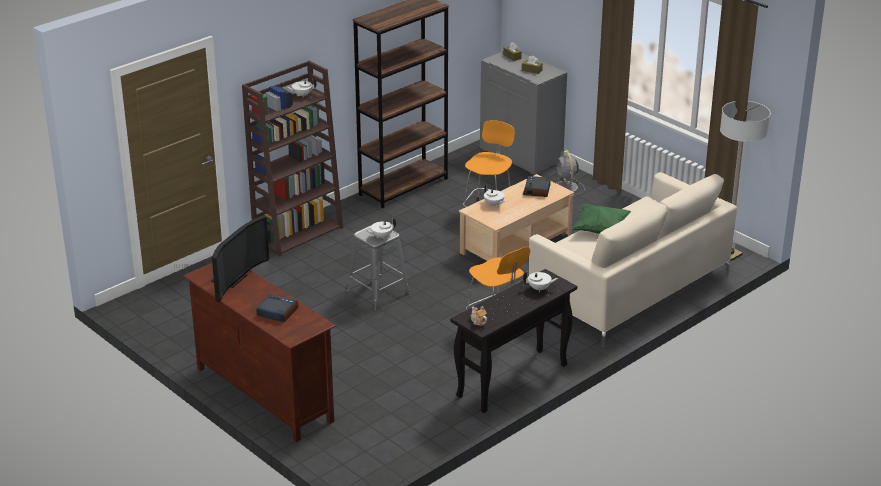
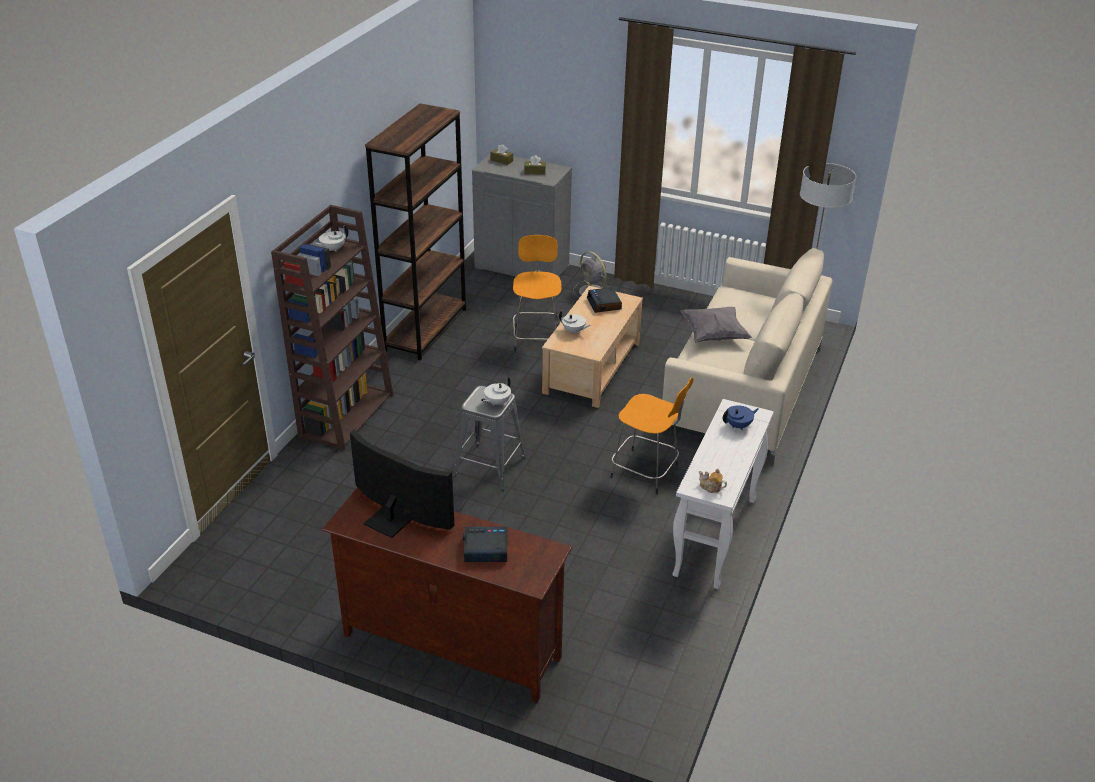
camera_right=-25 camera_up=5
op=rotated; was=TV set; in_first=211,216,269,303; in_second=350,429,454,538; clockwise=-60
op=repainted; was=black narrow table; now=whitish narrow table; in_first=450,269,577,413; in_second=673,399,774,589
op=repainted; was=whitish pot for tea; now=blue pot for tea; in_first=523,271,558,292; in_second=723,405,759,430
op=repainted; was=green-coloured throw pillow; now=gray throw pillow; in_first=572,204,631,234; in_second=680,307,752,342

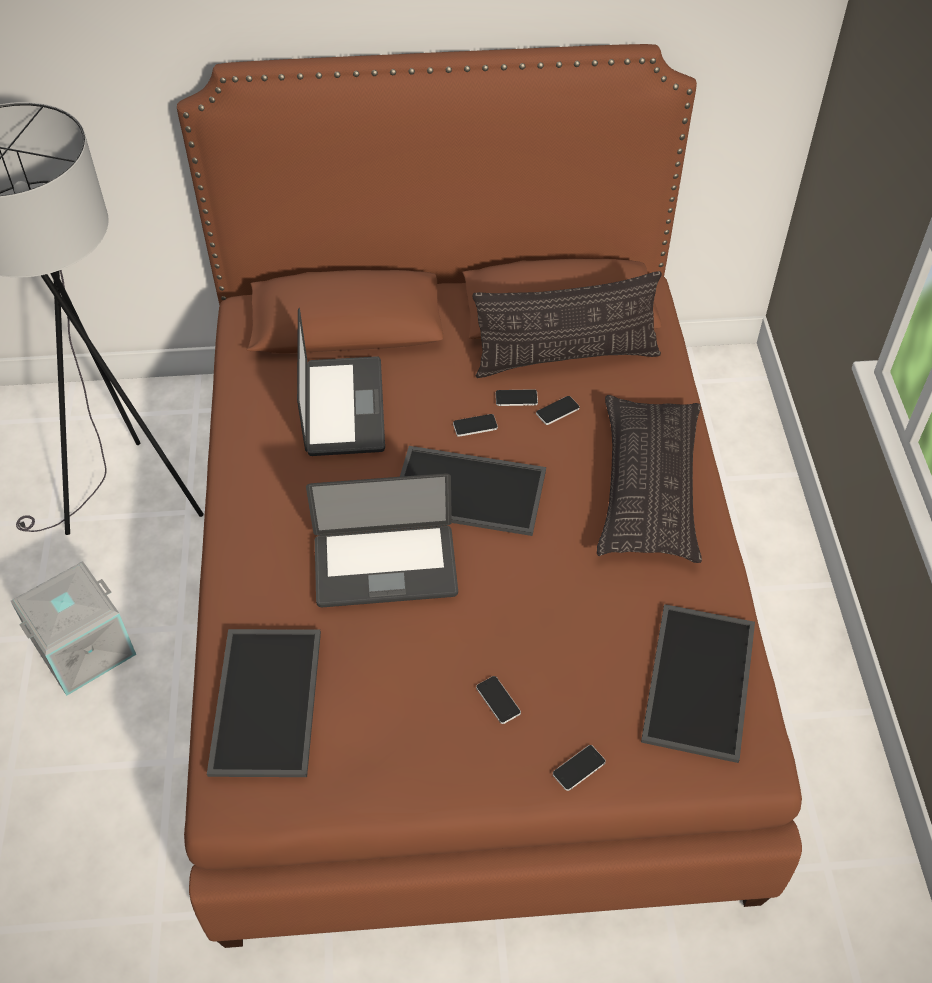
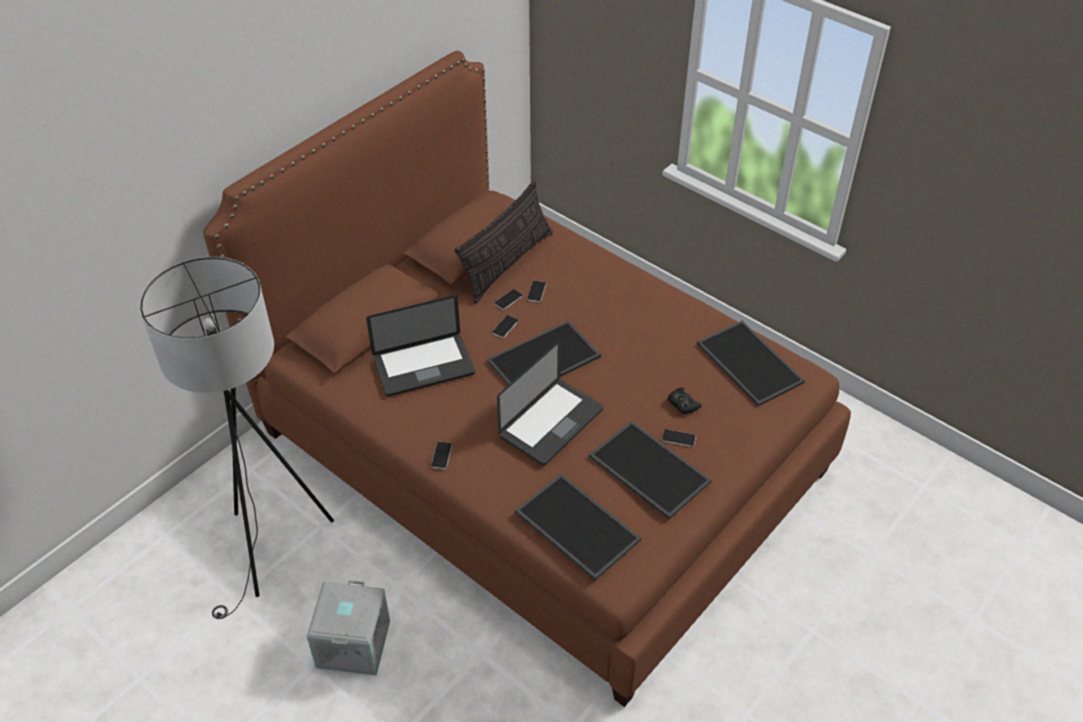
camera_right=-45 camera_up=-5
op=rotated; was=notebook computer; in_first=297,308,385,456; in_second=366,295,475,396; clockwise=120
op=shifted; was=handset; in_first=553,745,606,791; in_second=431,441,452,469
op=gone; was=throw pillow; in_first=597,395,702,563
op=new; now=carrying tray; in_second=589,421,711,519
op=new; now=black gamepad; in_second=668,388,701,414

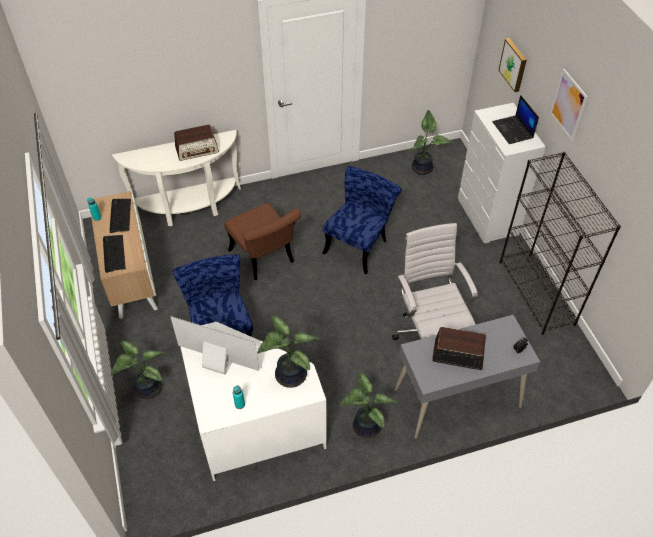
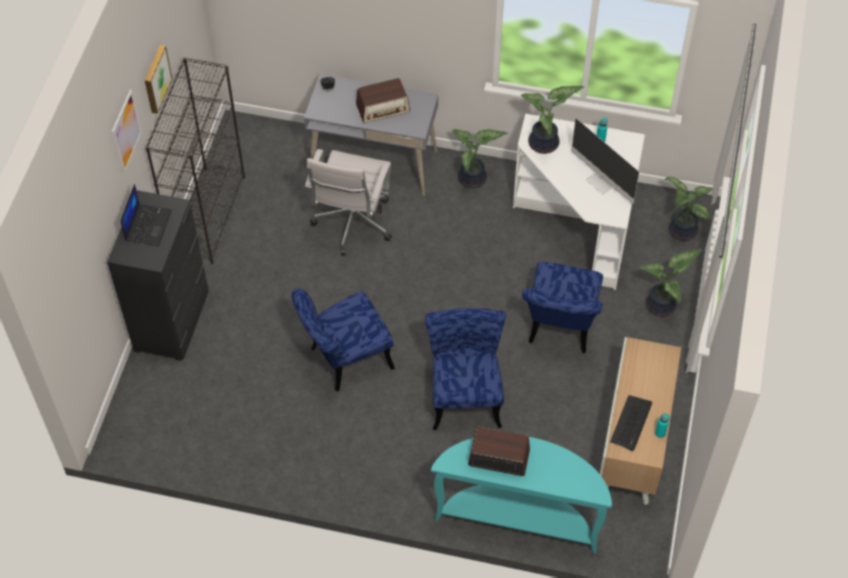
camera_right=-150 camera_up=5
op=gone; was=PC keyboard; in_first=103,235,126,273
op=repainted; was=whitish narrow table; now=turquoise narrow table; in_first=112,130,241,226; in_second=431,437,612,554
op=repainted; was=brown chair; now=blue chair; in_first=224,203,301,280; in_second=425,308,506,430
op=shifted; was=houseplant; in_first=408,110,451,175; in_second=665,177,713,241
op=rotated; was=radio; in_first=432,327,486,370; in_second=356,78,410,123; clockwise=-60
op=repainted; was=whitish dresser; now=black dresser; in_first=458,103,546,244; in_second=107,190,209,361
op=shifted; was=wall picture; in_first=498,38,527,92; in_second=145,45,173,114

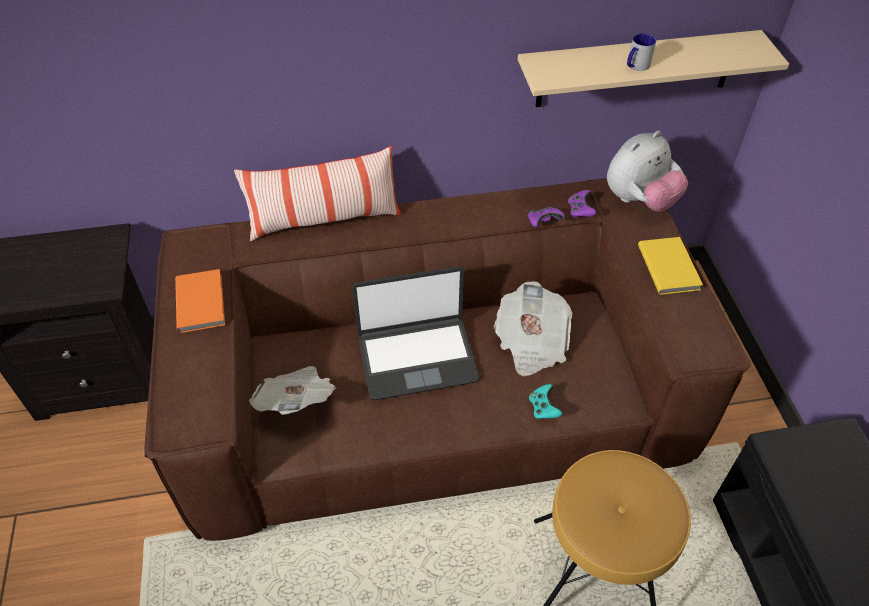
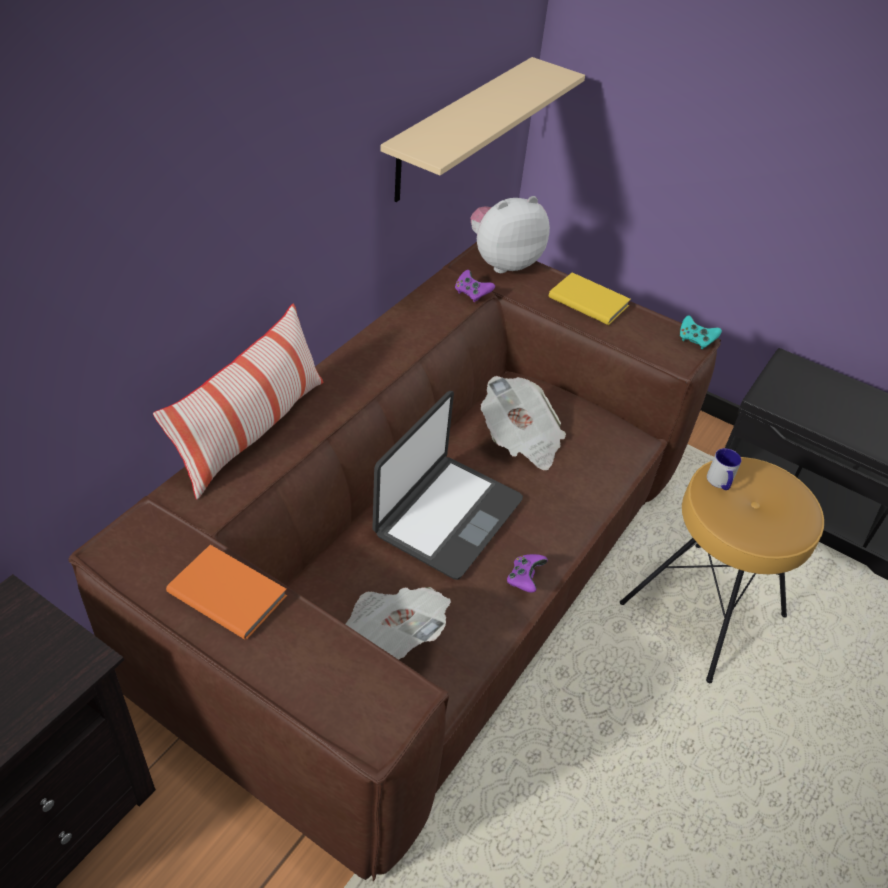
camera_right=-50 camera_up=-5
op=shifted; was=purple gamepad; in_first=528,207,565,227; in_second=507,554,548,593
op=shifted; was=turquoise gamepad; in_first=529,384,562,419; in_second=680,315,722,349
op=rotated; was=cuddly toy; in_first=607,130,688,212; in_second=471,196,550,273; clockwise=-120
op=shifted; was=tea mug; in_first=627,33,656,71; in_second=707,448,741,490

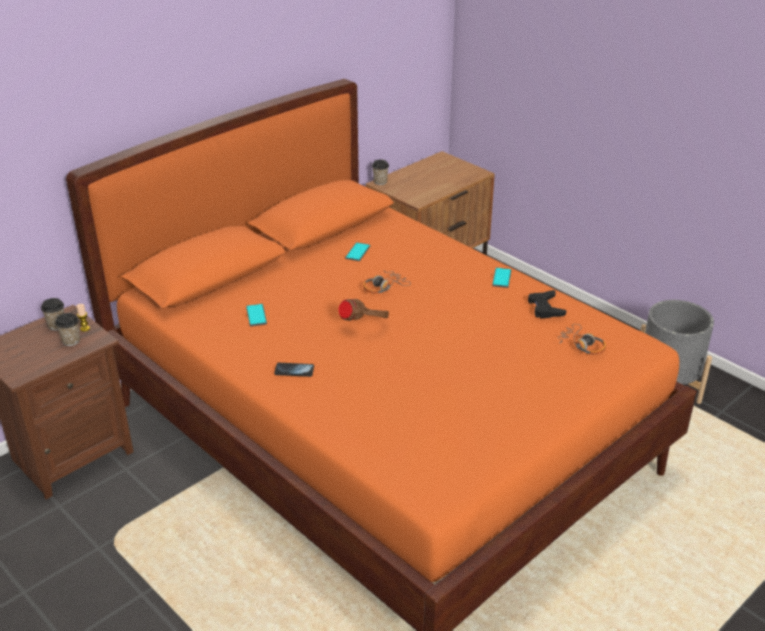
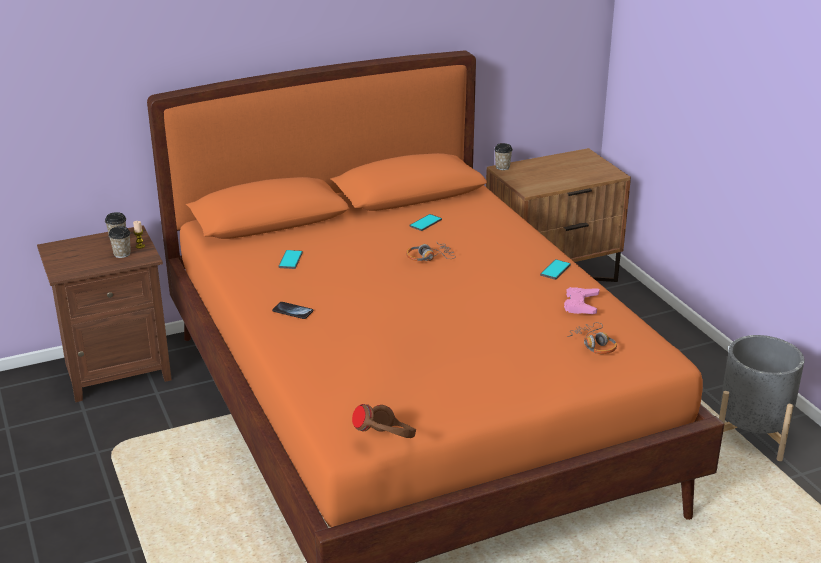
camera_right=20 camera_up=-5
op=shifted; was=brown pair of headphones; in_first=339,299,389,321; in_second=352,404,416,438
op=repainted; was=black gamepad; now=pink gamepad; in_first=528,290,566,318; in_second=564,287,600,314

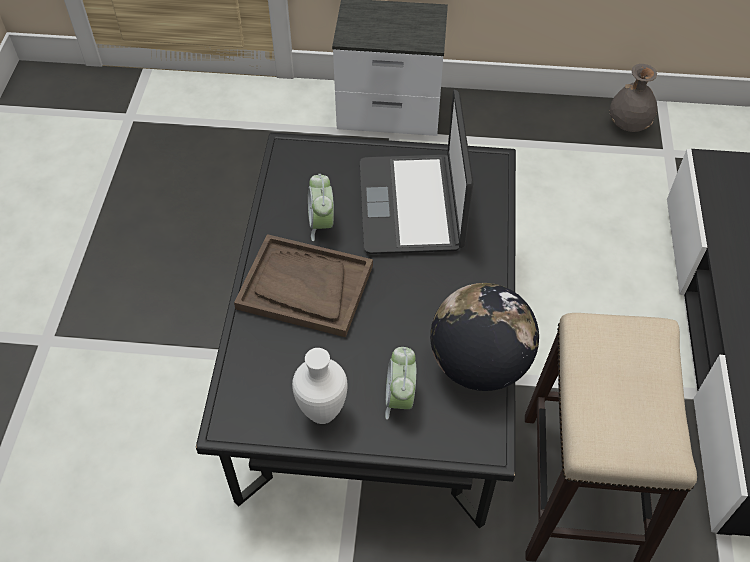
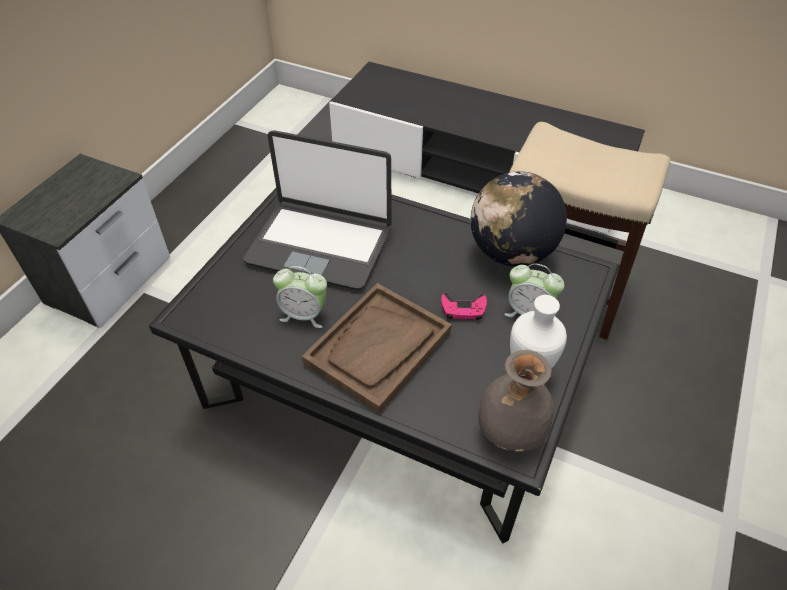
camera_right=-70 camera_up=-5
op=shifted; was=gray decorative vase; in_first=610,64,657,132; in_second=478,350,554,452
op=new; now=pink gamepad; in_second=441,293,487,320

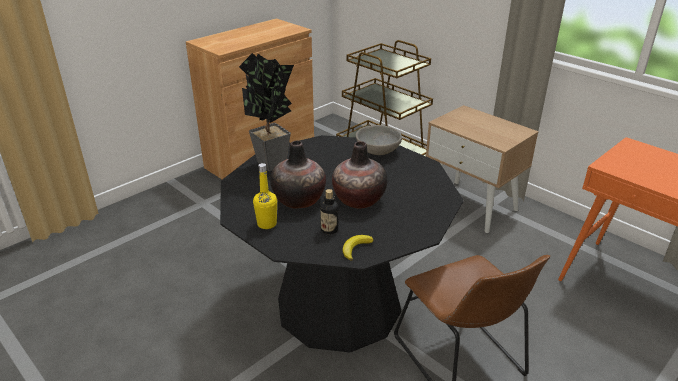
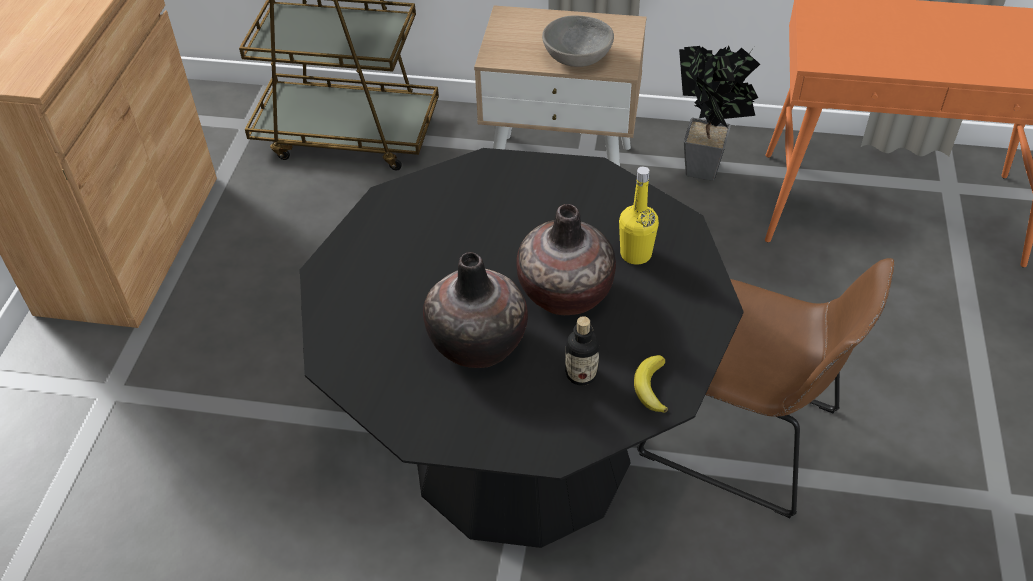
camera_right=-35 camera_up=15
op=shifted; was=houseplant; in_first=239,53,294,171; in_second=679,46,760,181
op=shifted; was=yellow-coloured drink bottle; in_first=253,163,277,229; in_second=619,167,659,265
op=shifted; was=gray serving bowl; in_first=356,125,402,155; in_second=542,15,614,67

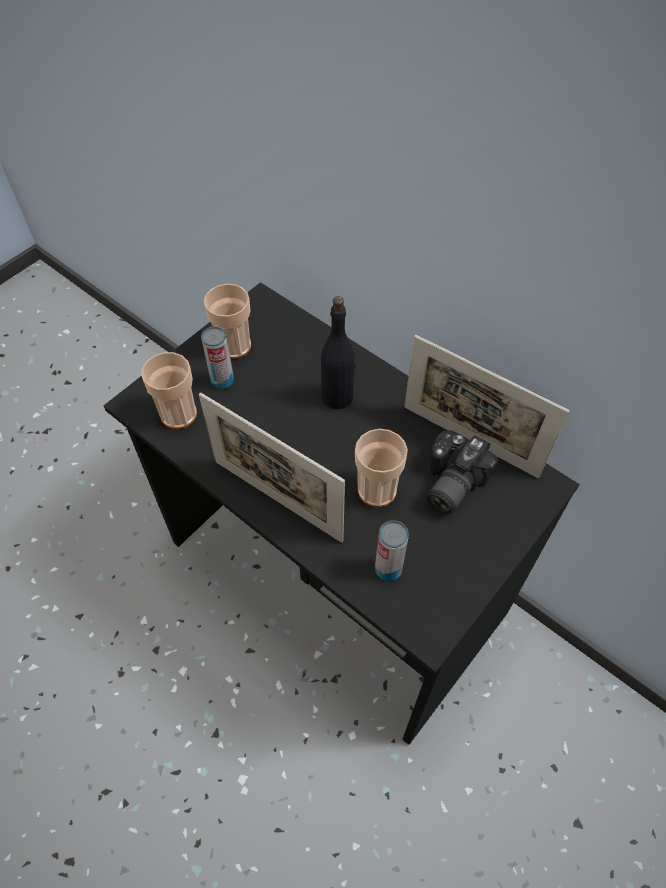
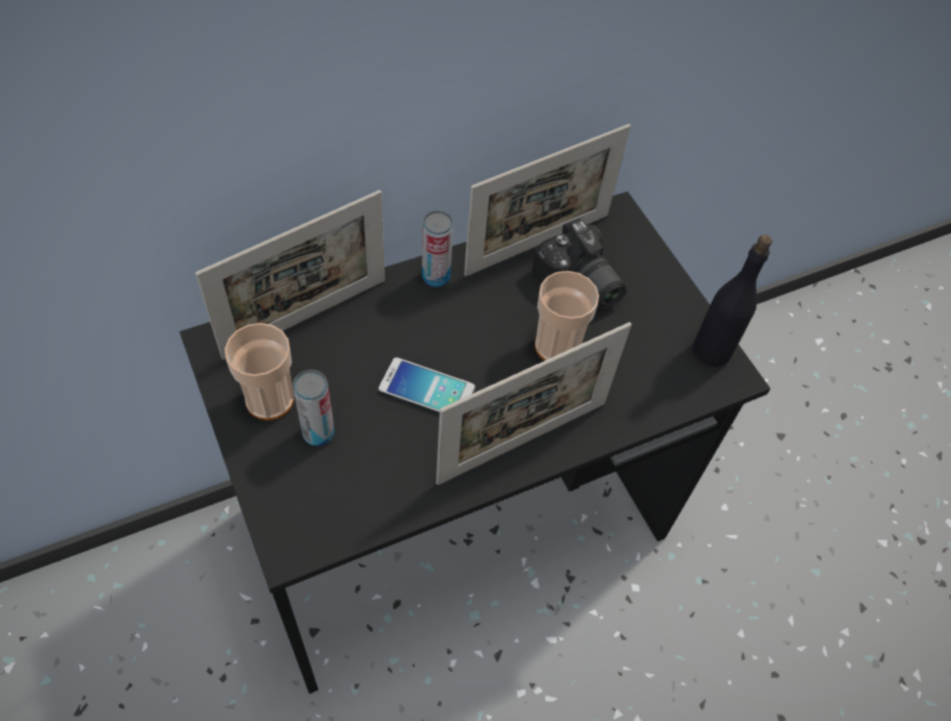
camera_right=-70 camera_up=0
op=gone; was=drinking cup; in_first=141,352,197,429
op=shifted; was=black drink bottle; in_first=321,296,356,409; in_second=693,235,772,367
op=shifted; was=can; in_first=375,520,409,581; in_second=422,210,453,287
op=new; now=photo frame; in_second=195,190,385,360
op=new; now=handset; in_second=378,357,475,414

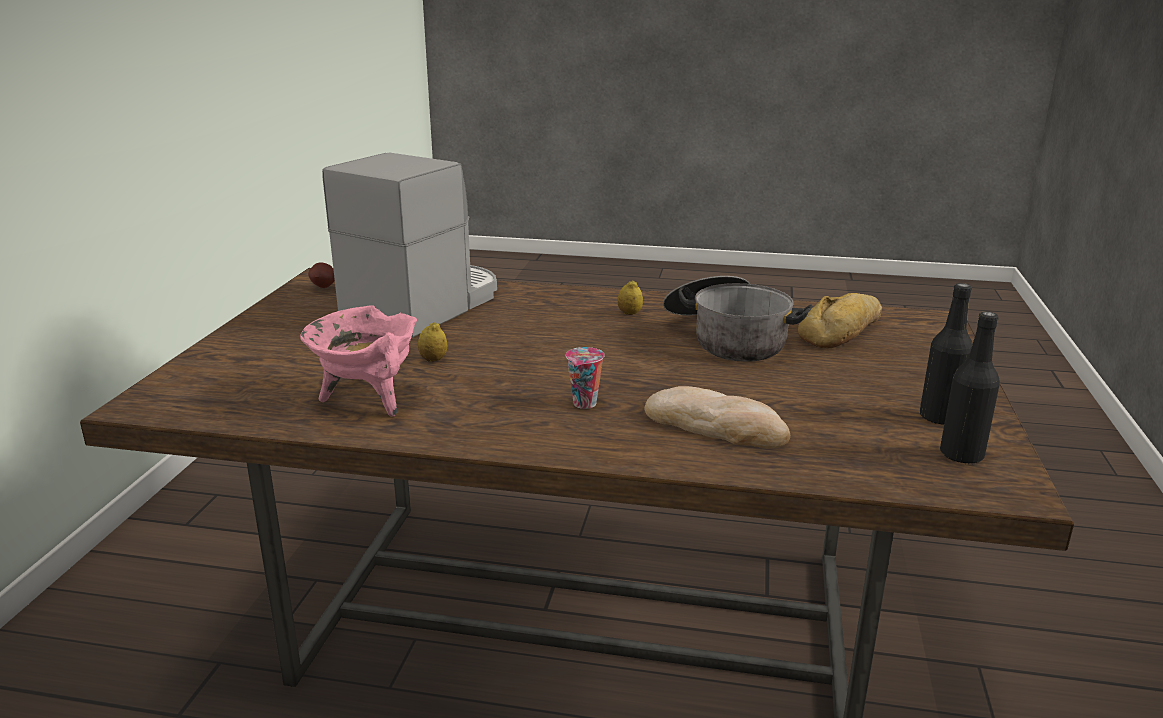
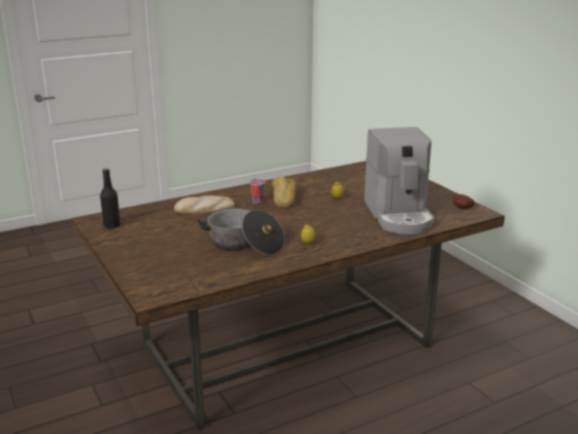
camera_right=140 camera_up=0
op=gone; was=pink stockpot; in_first=300,305,417,417
op=shifted; was=baked bread; in_first=798,293,882,349; in_second=272,176,297,208
op=gone; was=black drink bottle; in_first=920,283,973,424

